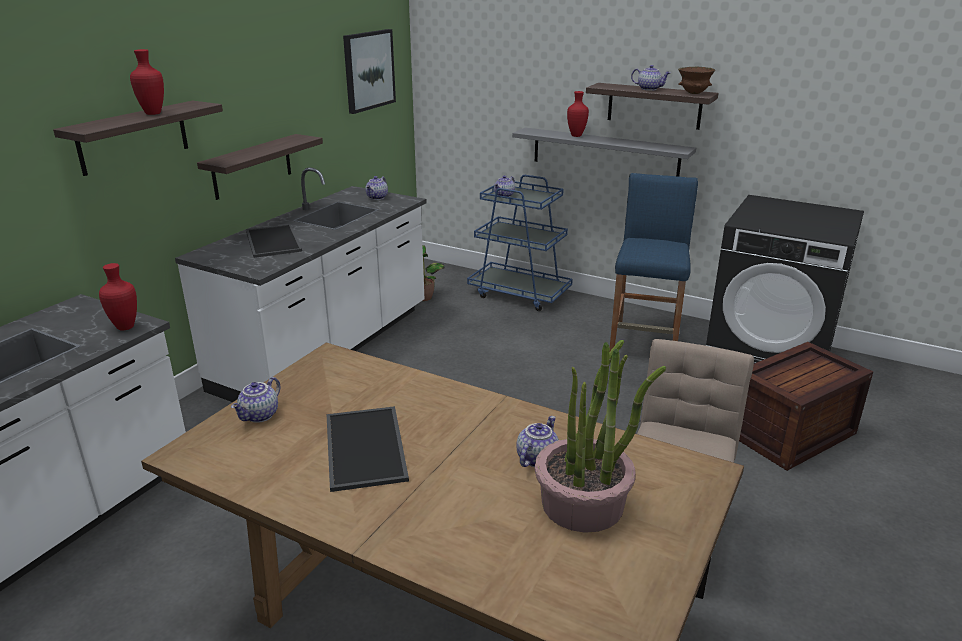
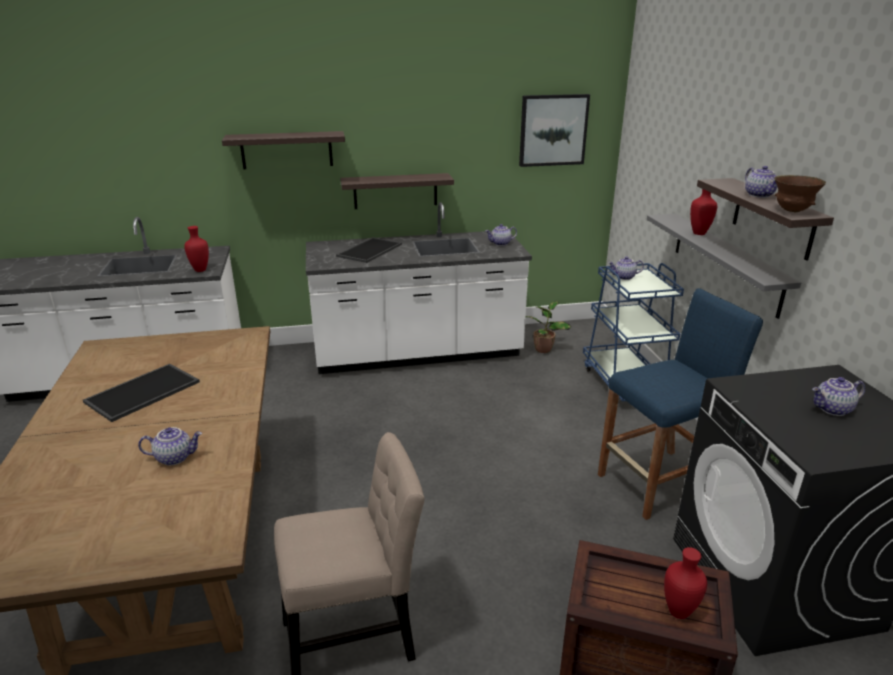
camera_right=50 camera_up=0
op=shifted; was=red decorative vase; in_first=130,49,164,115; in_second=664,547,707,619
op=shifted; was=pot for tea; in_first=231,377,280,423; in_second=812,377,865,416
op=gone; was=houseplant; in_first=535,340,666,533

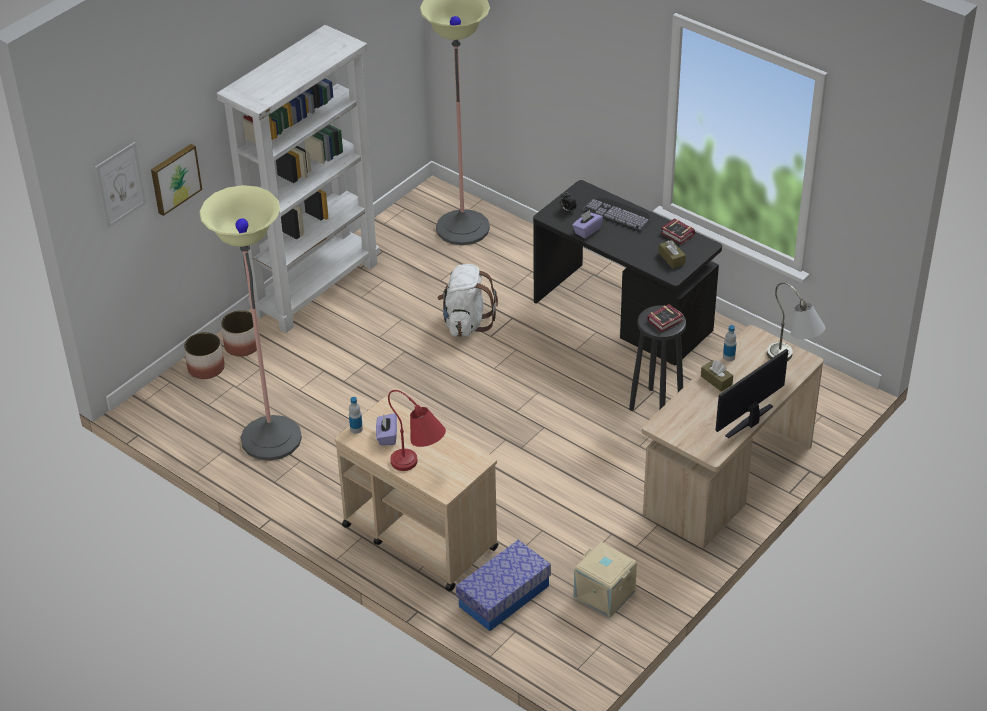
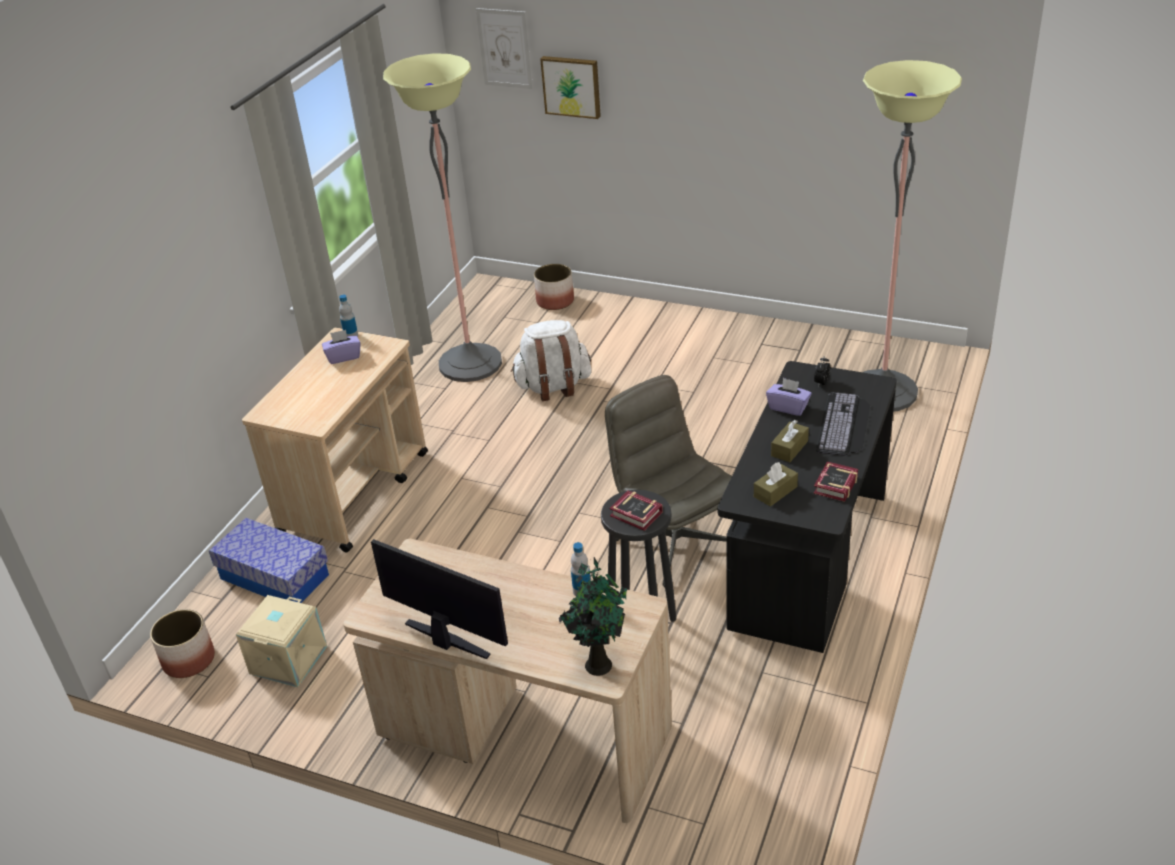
camera_right=75 camera_up=-5
op=gone; was=whitish bookshelf; in_first=216,25,380,333
op=shifted; was=planter; in_first=221,310,257,357; in_second=150,609,215,678
op=gone; was=red tabletop lamp; in_first=388,390,446,471
op=shifted; was=whitish rucksack; in_first=437,264,498,337; in_second=511,320,592,401
op=shifted; was=brown box of tissues; in_first=701,360,733,392; in_second=771,420,809,462
op=swapped; was=gray tabletop lamp; now=houseplant; in_first=767,282,825,361; in_second=559,557,627,676
op=new; now=gray office chair; in_second=605,375,732,587

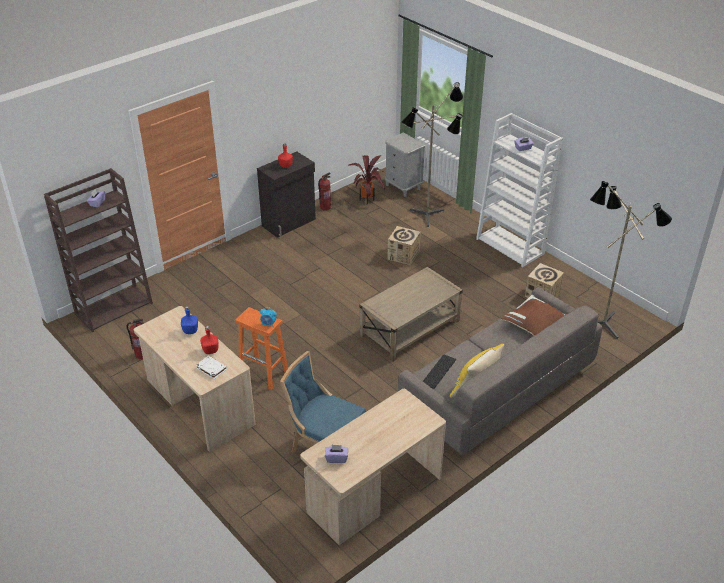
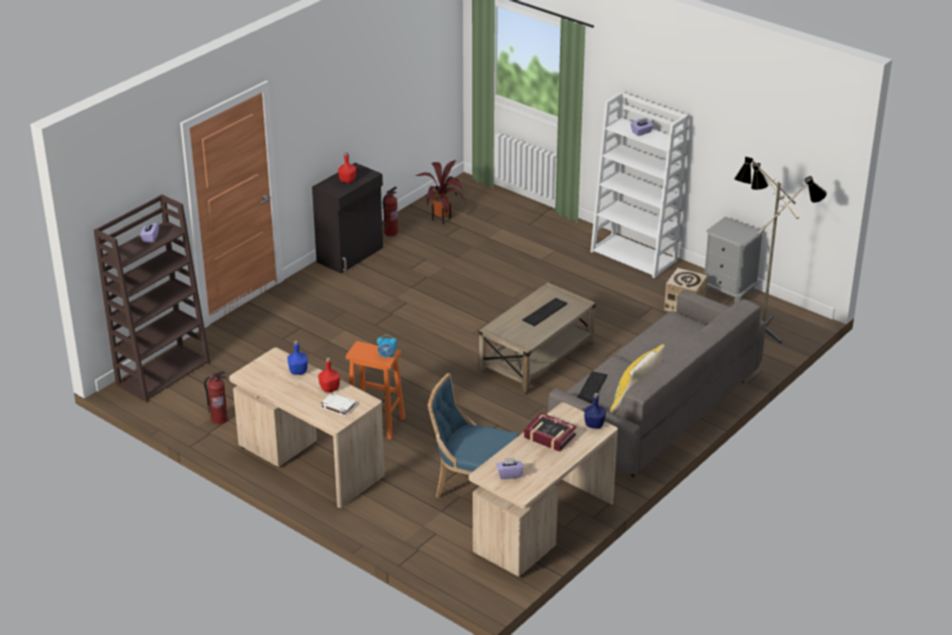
camera_right=-10 camera_up=-5
op=shifted; was=gray nightstand; in_first=384,132,426,197; in_second=704,216,764,303
op=gone; was=cardboard box; in_first=387,226,420,265
op=gone; was=standard lamp; in_first=401,82,463,227
op=gone; was=brown throw pillow; in_first=501,294,567,336
op=new; now=PC keyboard; in_second=522,298,568,326
op=new; now=volume; in_second=524,413,577,452
op=new; now=blue drink bottle; in_second=584,393,606,429

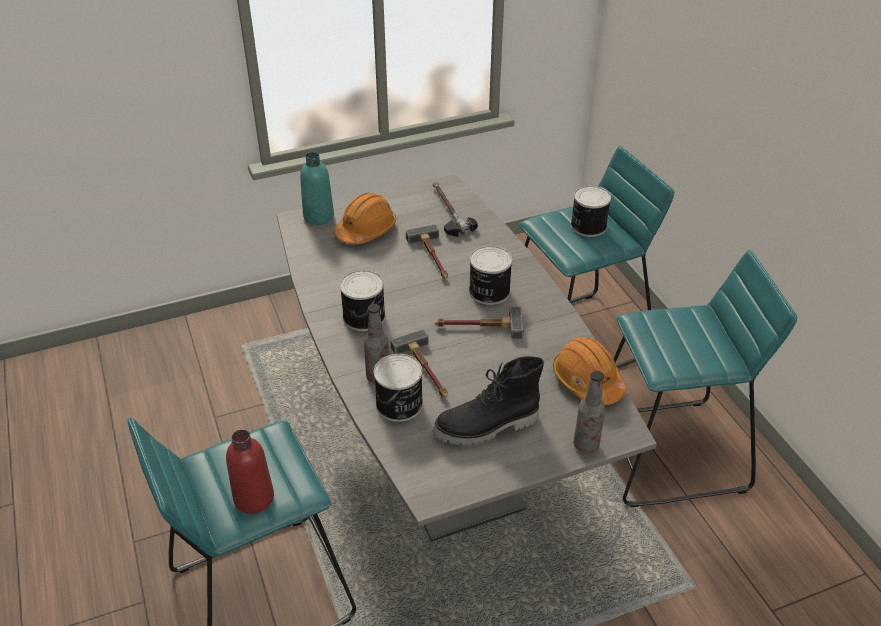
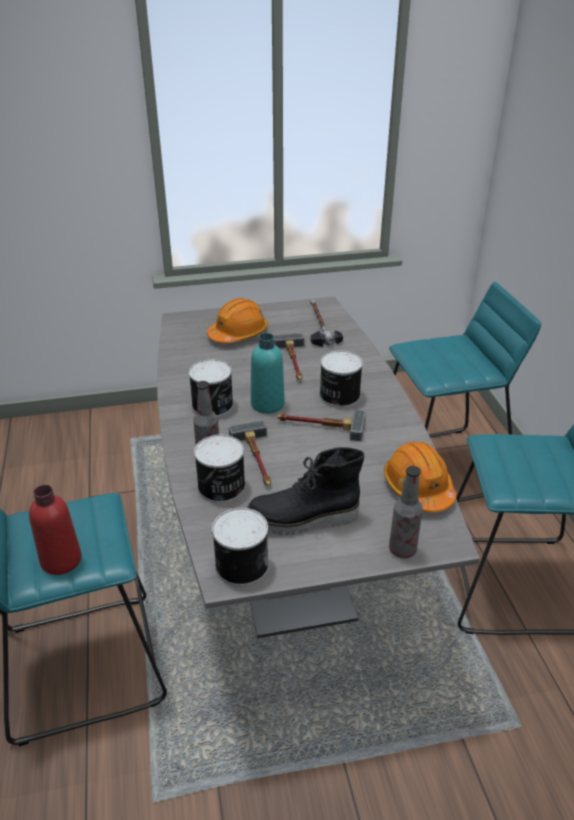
camera_right=10 camera_up=-5
op=shifted; was=turquoise drink bottle; in_first=300,152,334,225; in_second=251,333,285,414
op=shifted; was=can; in_first=571,186,611,237; in_second=212,508,269,587

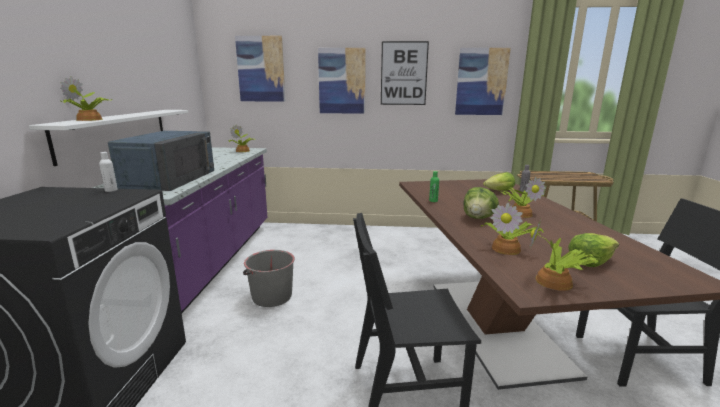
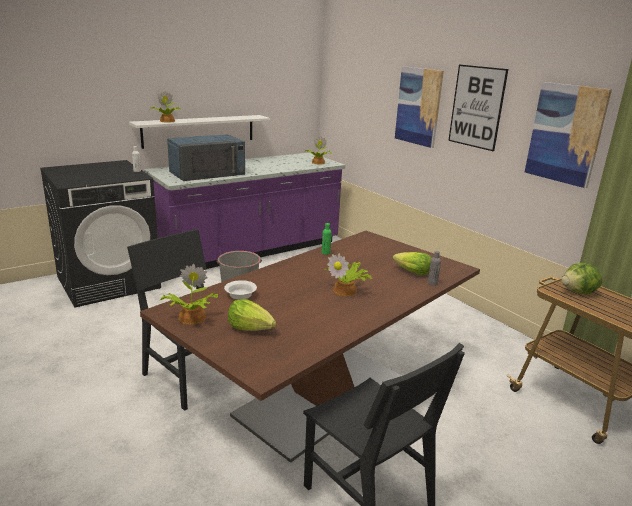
camera_right=50 camera_up=5
op=gone; was=wall picture; in_first=235,36,285,102
op=shifted; was=lettuce; in_first=464,187,499,219; in_second=562,263,603,294
op=swapped; was=houseplant; now=whitish serving bowl; in_first=480,203,544,255; in_second=224,280,257,300

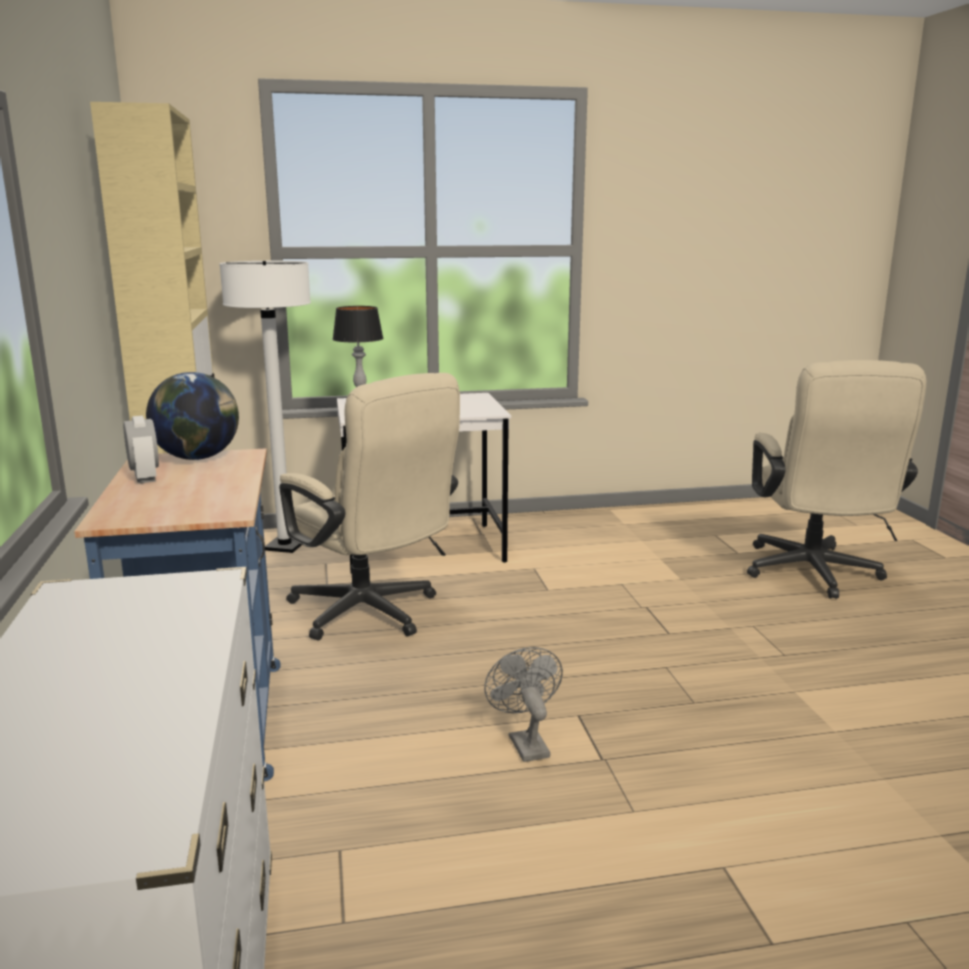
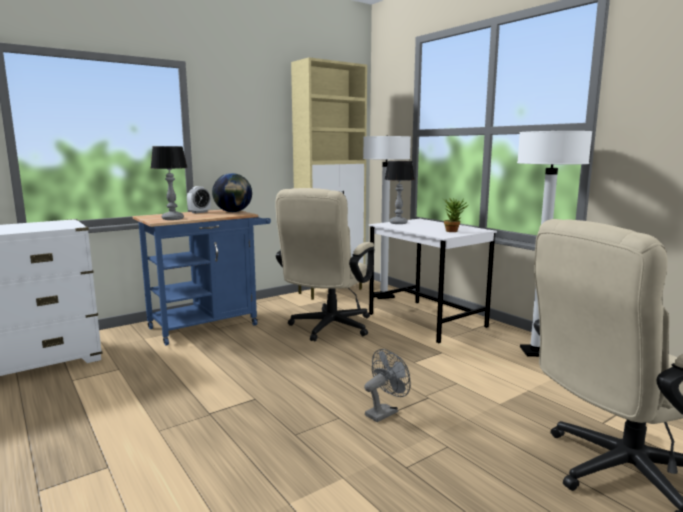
camera_right=65 camera_up=-5
op=shifted; was=gray electric fan; in_first=484,647,563,762; in_second=364,349,411,422
op=new; now=tabletop lamp; in_second=151,146,188,220
op=new; now=houseplant; in_second=443,198,468,232
op=new; now=whitish standard lamp; in_second=517,130,593,357

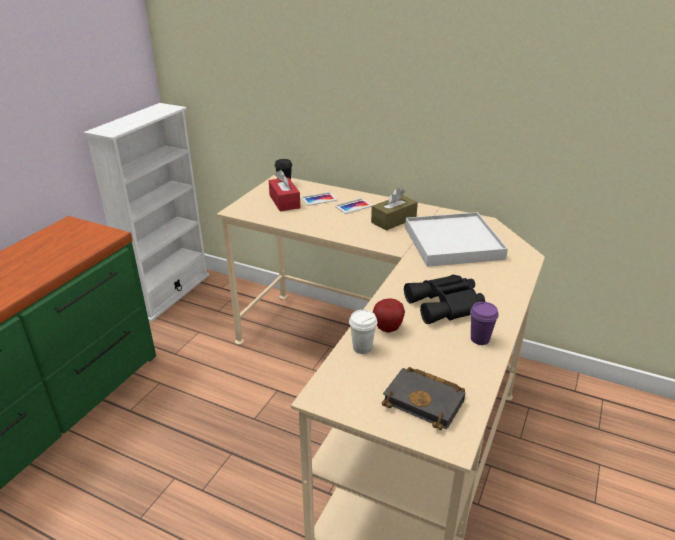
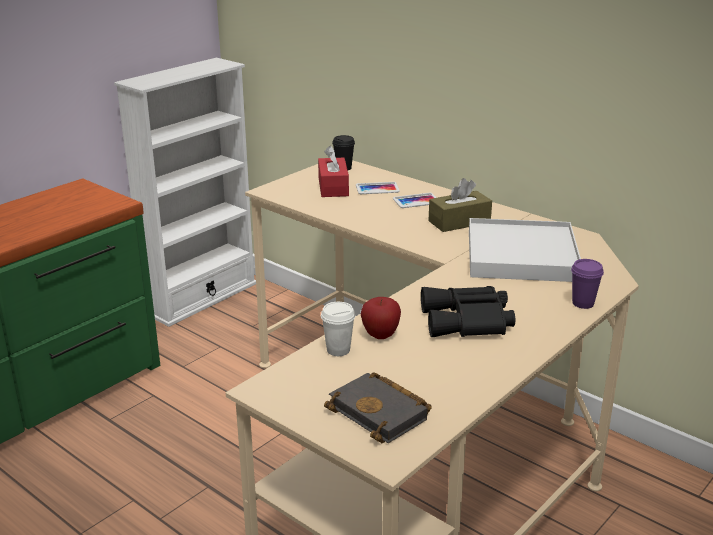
camera_right=15 camera_up=-5
op=shifted; was=purple drinking cup; in_first=470,302,499,345; in_second=571,259,604,309

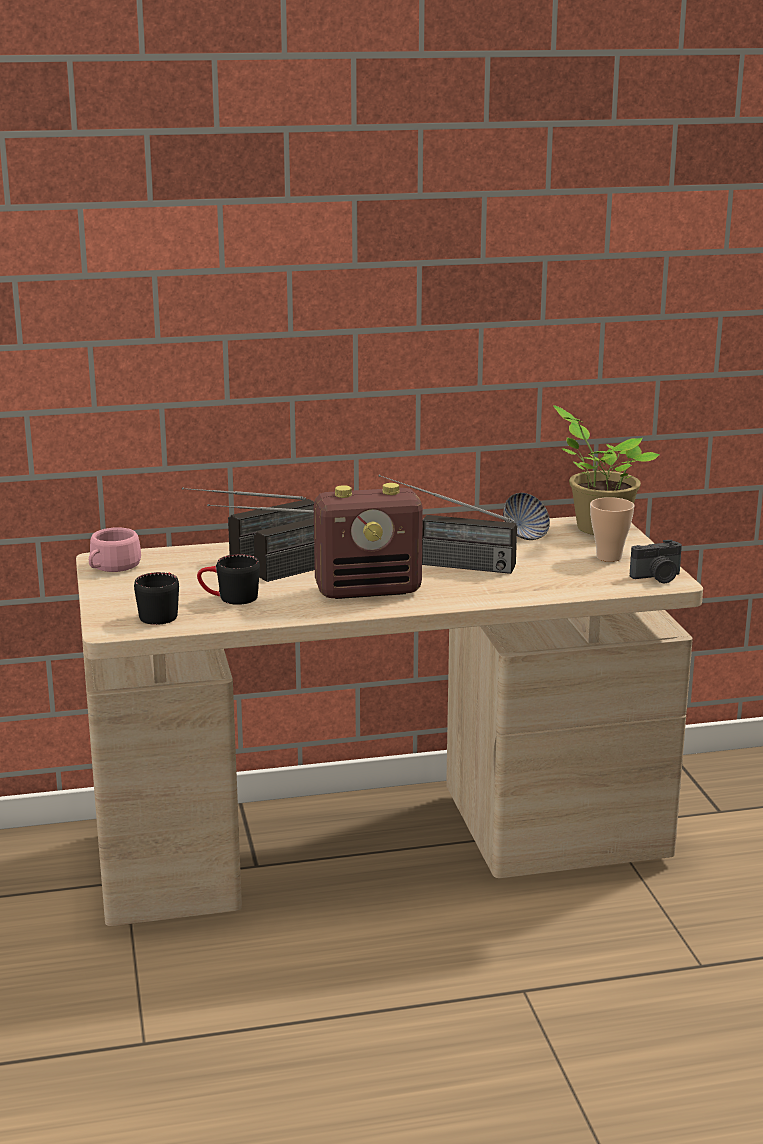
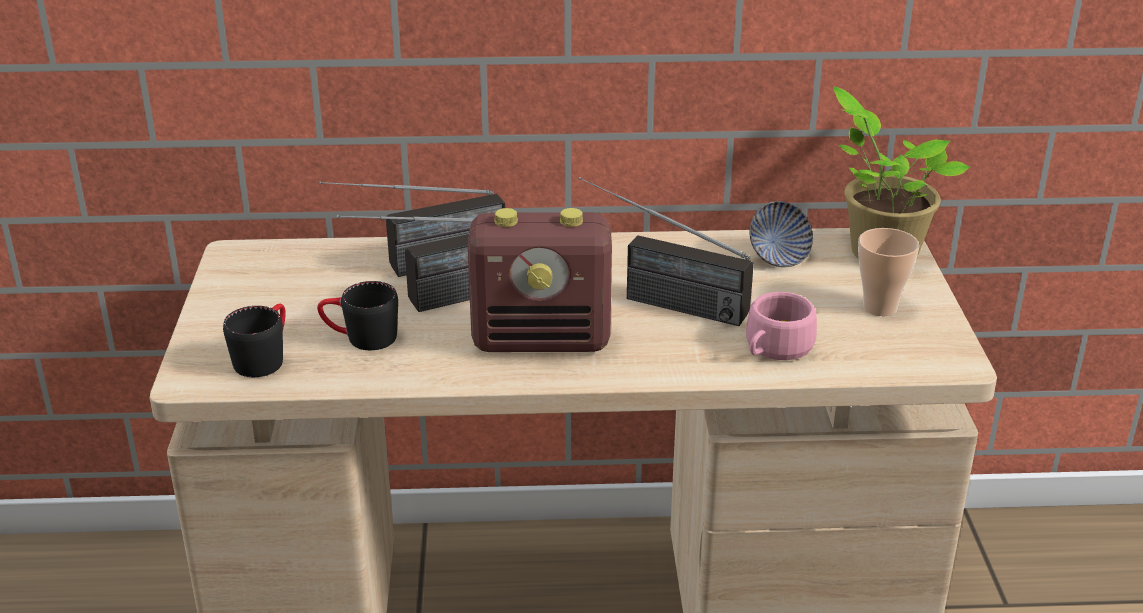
camera_right=10 camera_up=10
op=shifted; was=pink drinking cup; in_first=89,527,141,572; in_second=746,292,817,360
op=gone; was=still camera; in_first=630,540,682,583

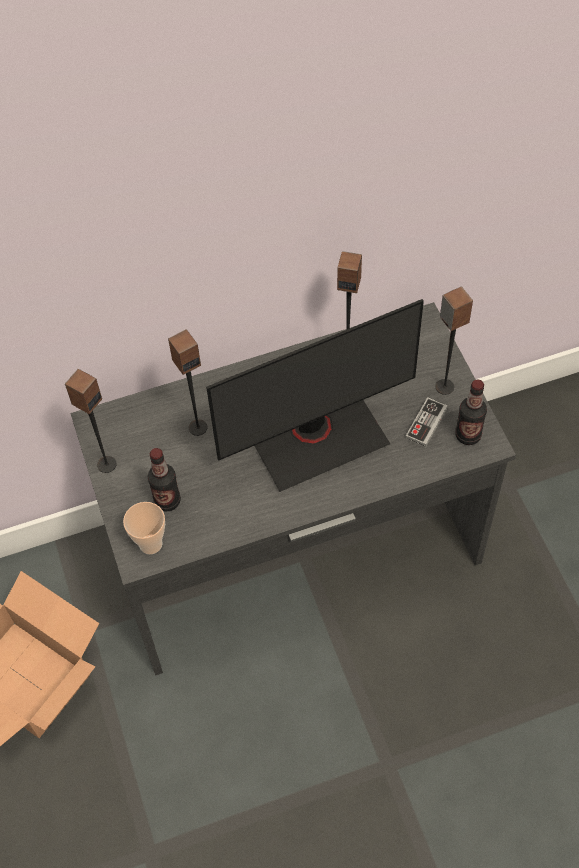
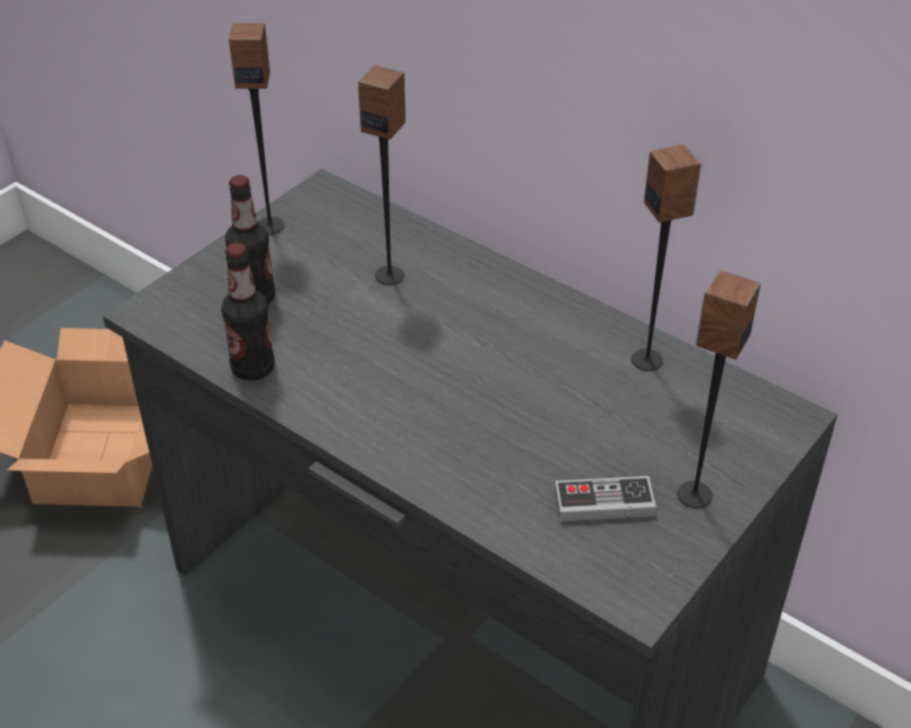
camera_right=55 camera_up=-15
op=gone; was=drinking cup; in_first=123,502,165,554
op=gone; was=computer display; in_first=206,299,424,492
op=shifted; was=drink bottle; in_first=455,380,487,445; in_second=221,243,275,381

